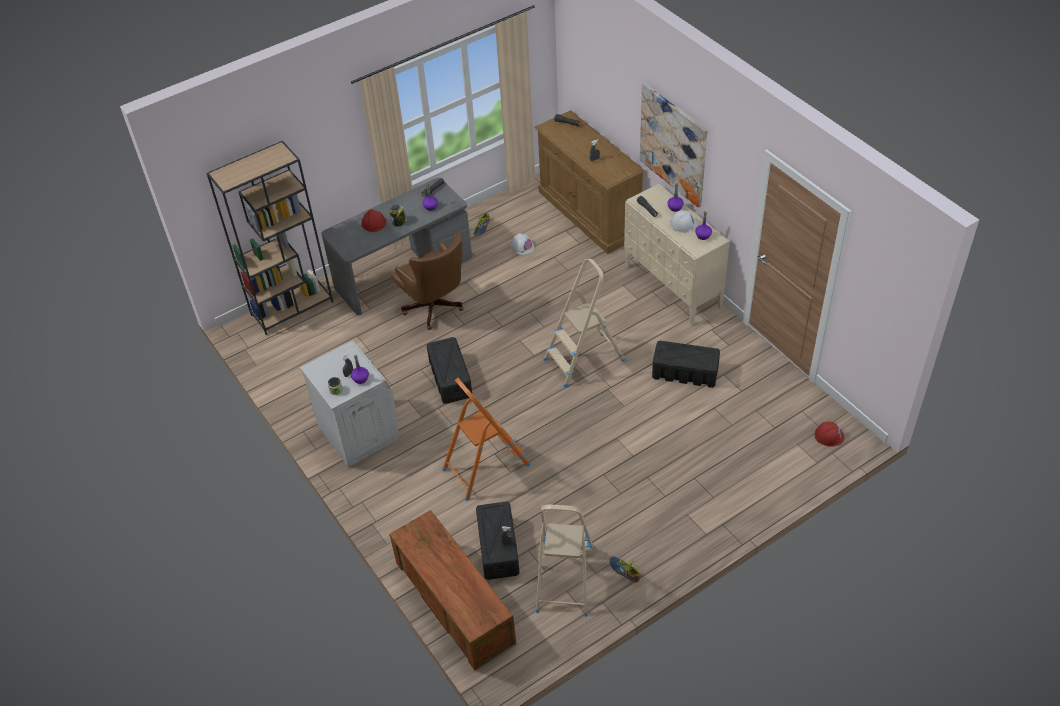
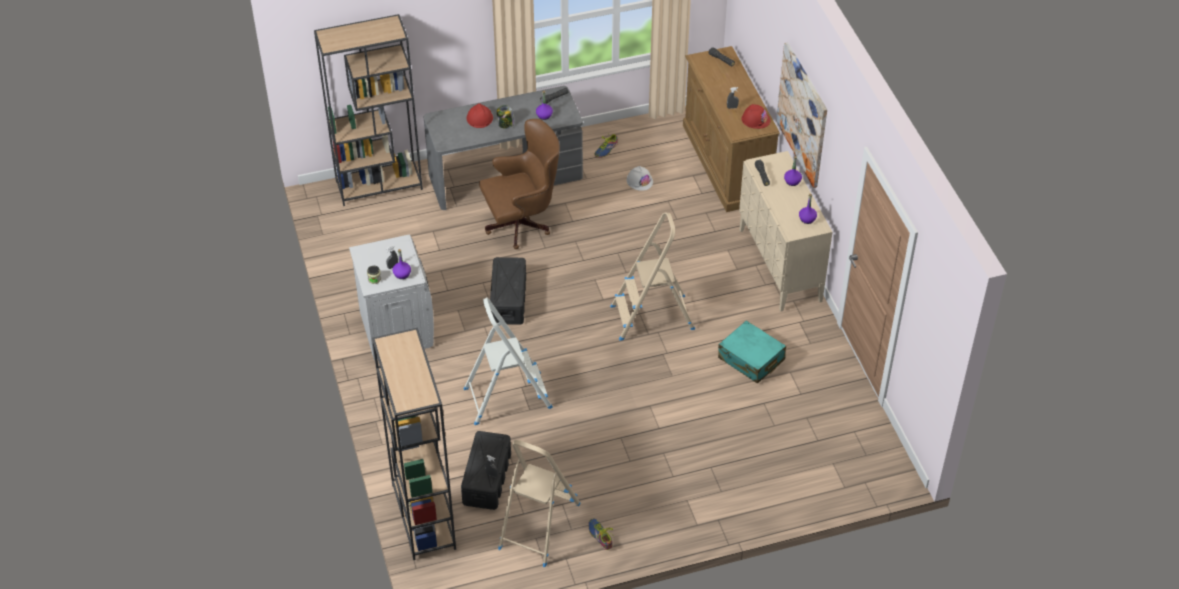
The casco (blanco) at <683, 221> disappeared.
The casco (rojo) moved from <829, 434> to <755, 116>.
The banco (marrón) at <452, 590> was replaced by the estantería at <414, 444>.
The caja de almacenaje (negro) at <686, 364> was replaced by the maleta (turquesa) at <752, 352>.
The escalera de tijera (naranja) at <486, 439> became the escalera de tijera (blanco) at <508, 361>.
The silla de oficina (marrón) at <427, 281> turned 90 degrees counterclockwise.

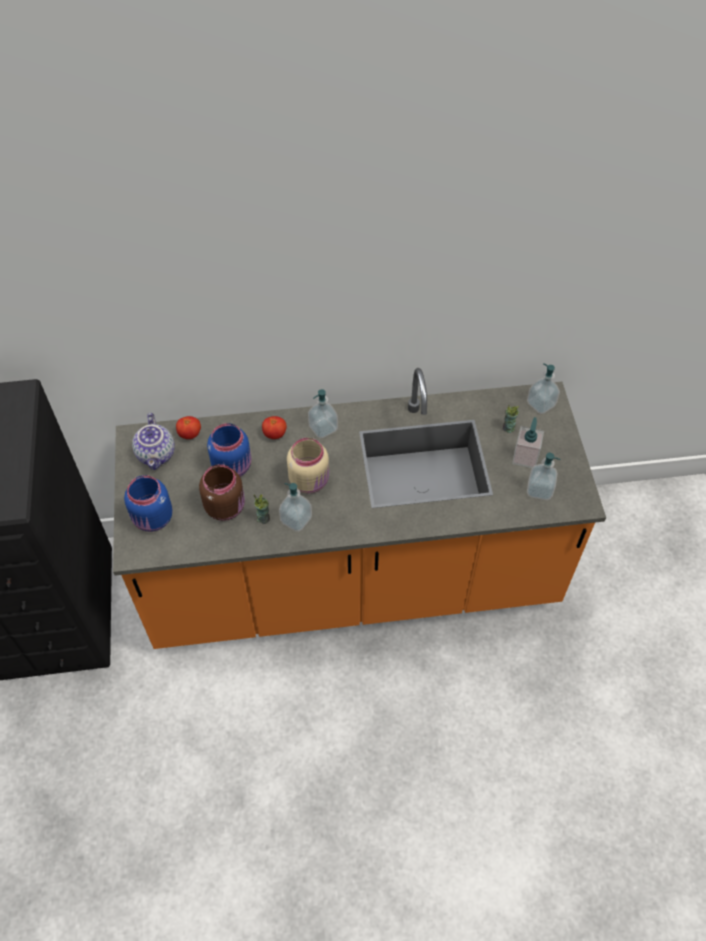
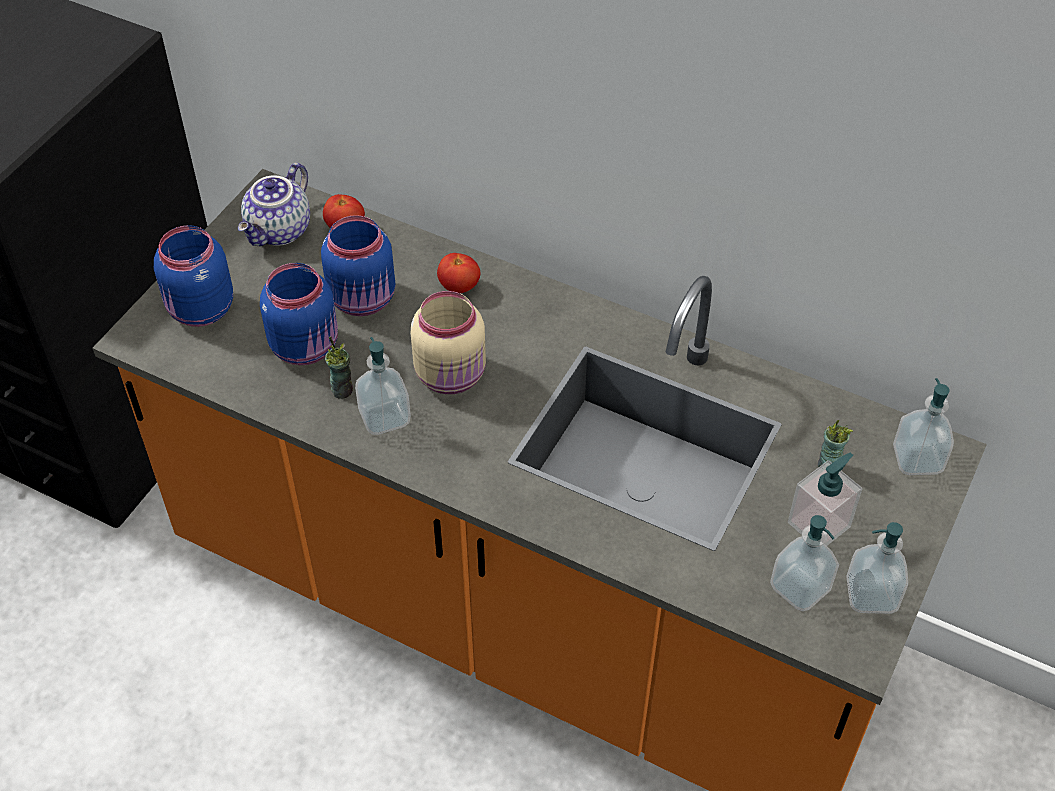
The dispensador de jabón moved from <323, 413> to <877, 568>.
The tarro (marrón) at <222, 492> became the tarro (azul) at <299, 314>.

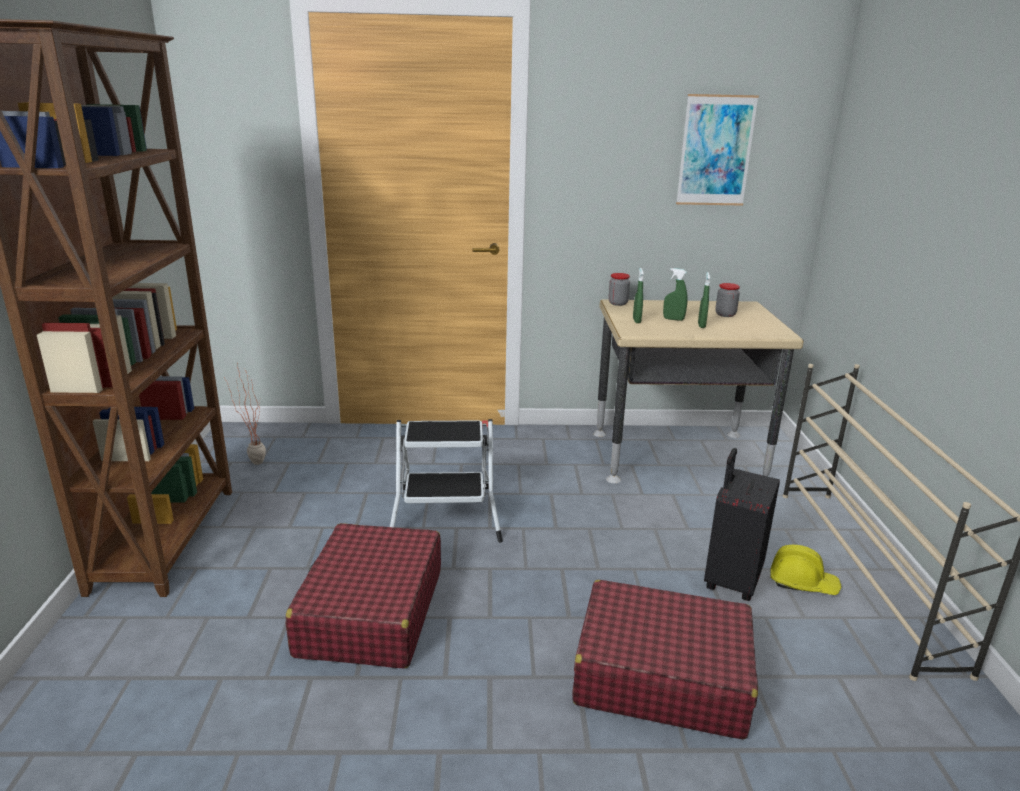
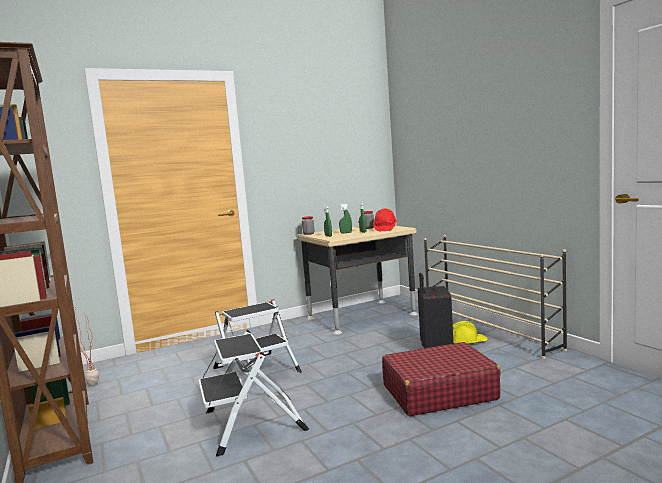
The cuadro at <717, 150> disappeared.
The casco (rojo) at <385, 220> appeared.
The maleta (rojo) at <363, 596> was replaced by the escalera de tijera at <254, 393>.

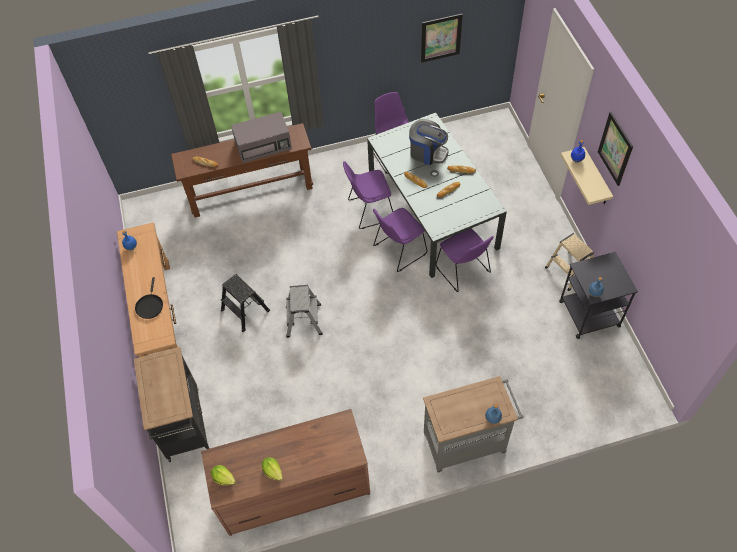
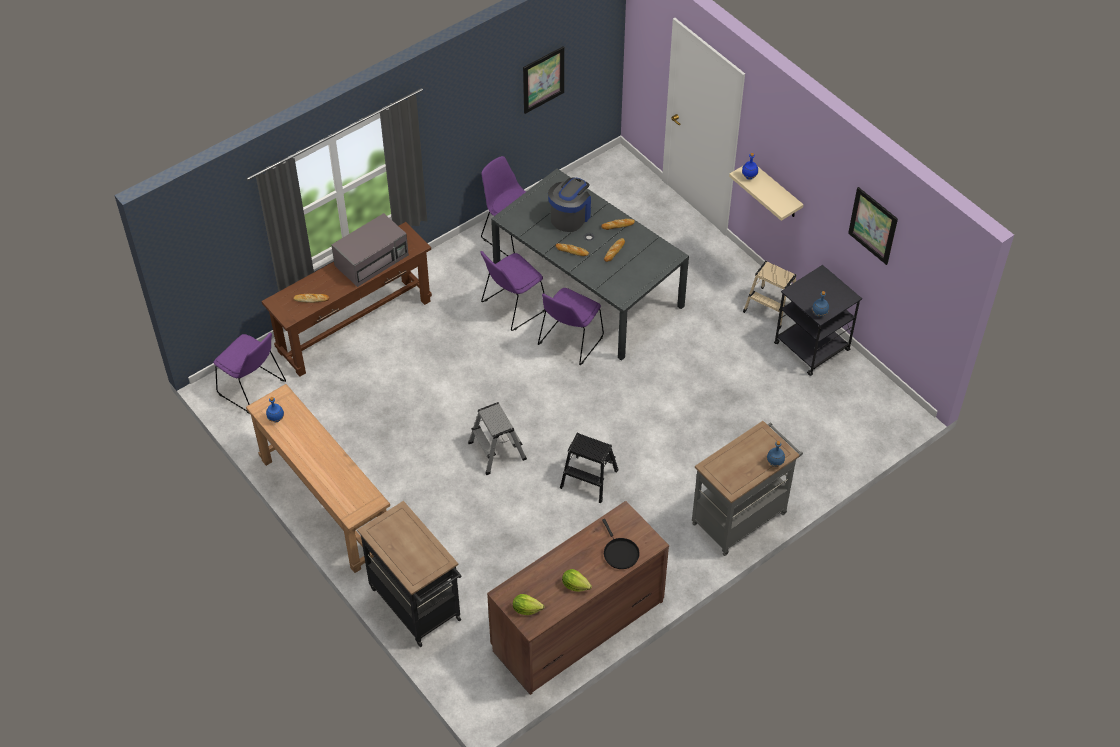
The sartén (negro) moved from <149, 298> to <621, 544>.
The escalera de tijera (negro) moved from <245, 303> to <589, 468>.
The silla (morado) moved from <465, 260> to <250, 373>.
The cuadro moved from <615, 149> to <873, 226>.
The cafetera at <429, 142> turned 60 degrees counterclockwise.

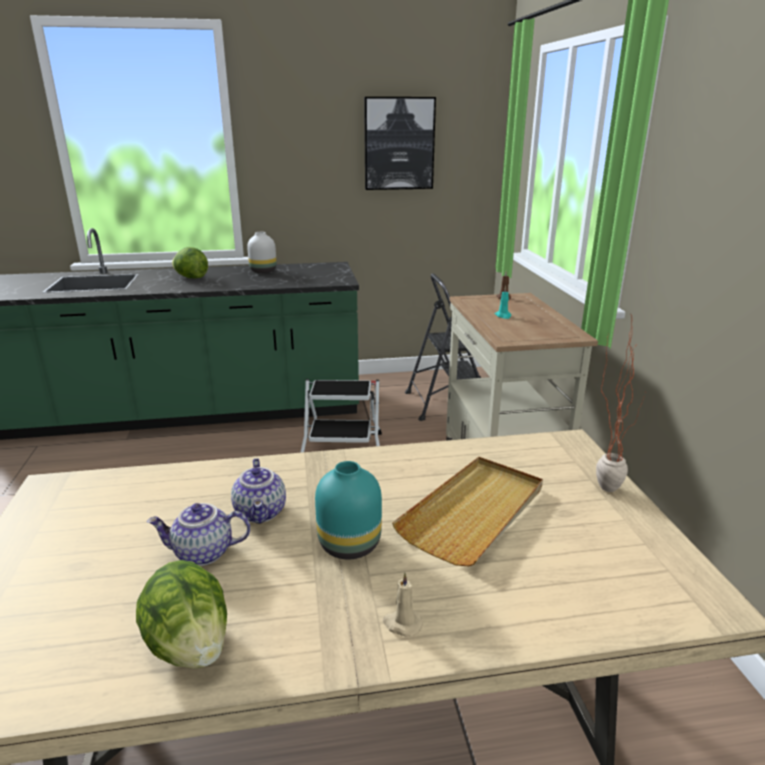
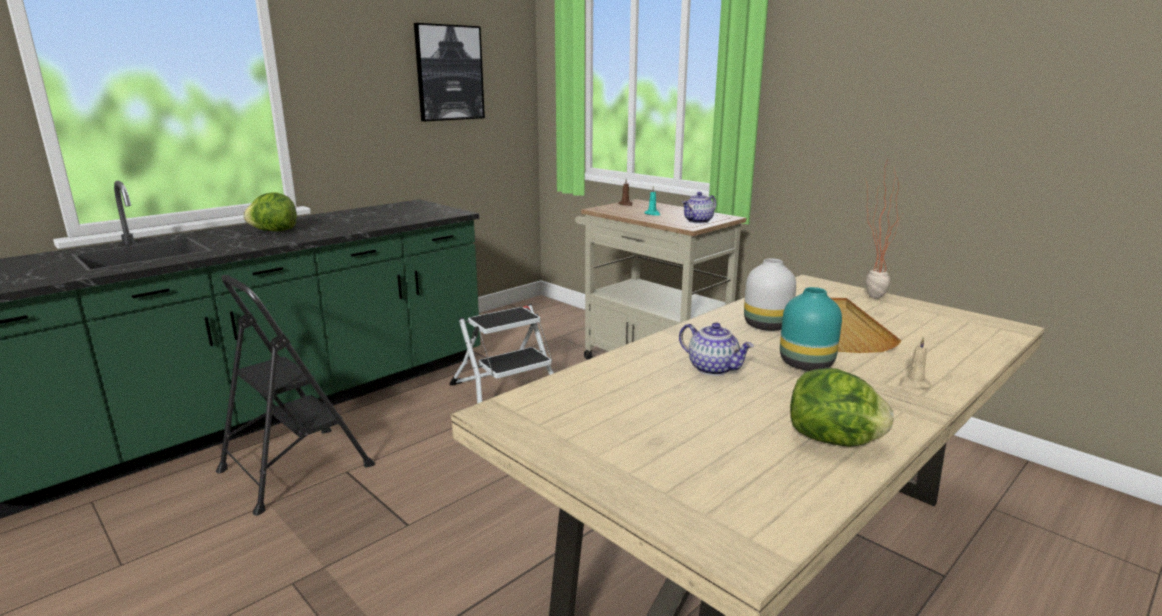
The tetera moved from <198, 534> to <699, 208>.
The florero (blanco) moved from <262, 252> to <770, 294>.
The escalera de tijera (negro) moved from <443, 347> to <295, 395>.

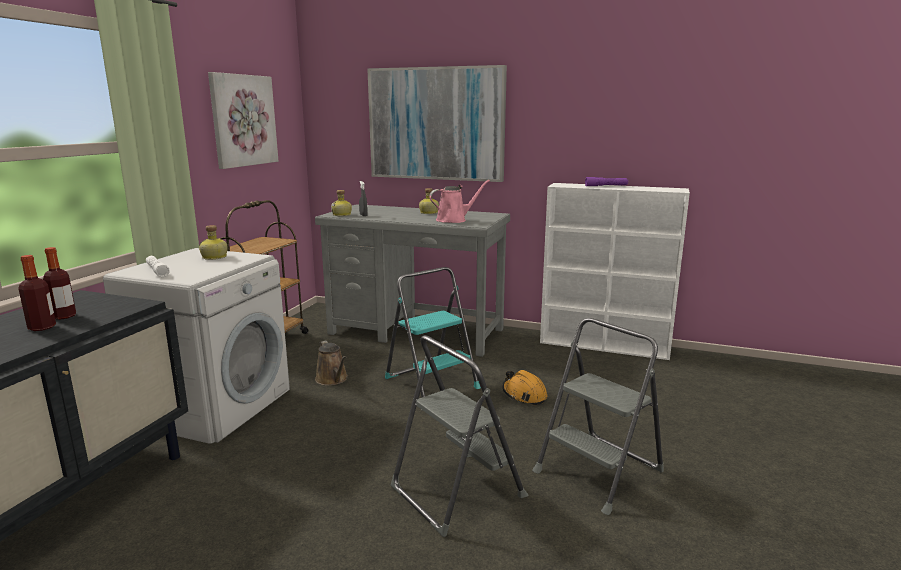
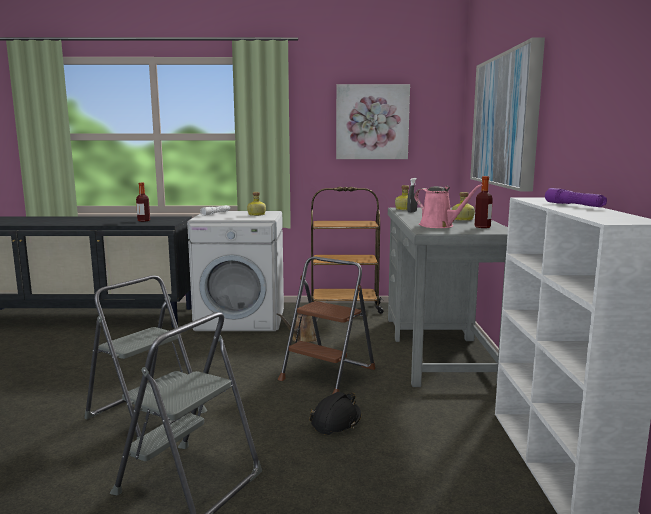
The botella moved from <37, 293> to <484, 202>.
The escalera de tijera (turquesa) at <433, 332> became the escalera de tijera (marrón) at <326, 325>.
The casco (naranja) at <525, 387> became the casco (negro) at <335, 413>.

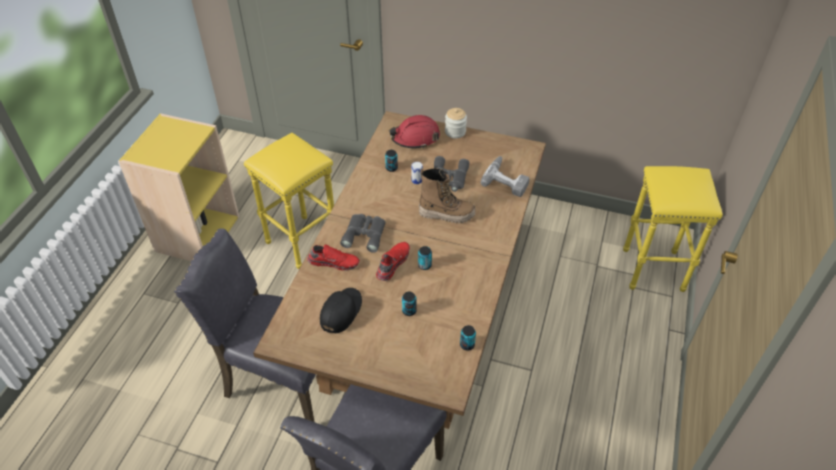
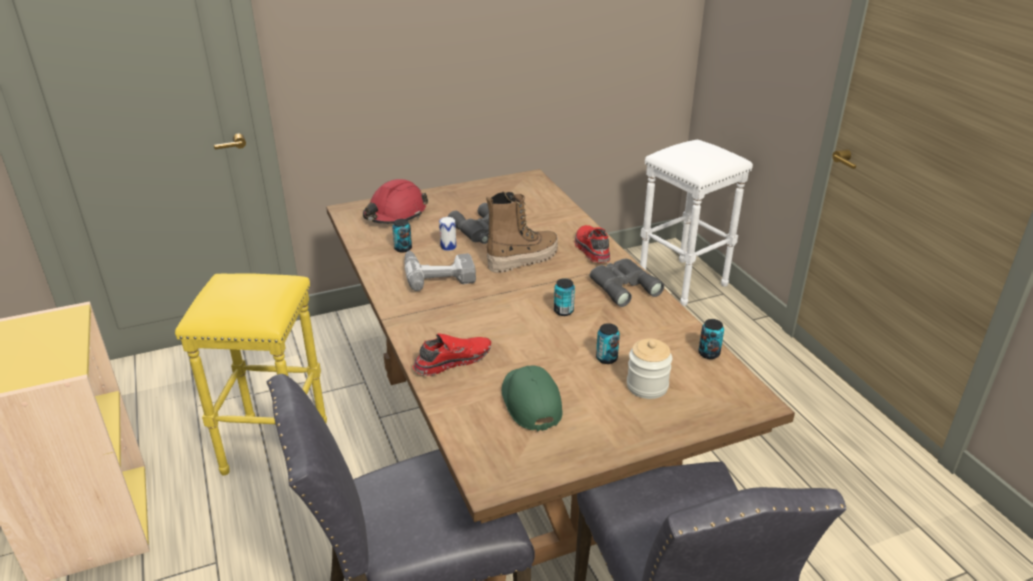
The prismáticos (gris) moved from <363, 233> to <627, 283>.
The zapato (rojo) moved from <393, 261> to <592, 244>.
The tarro moved from <456, 123> to <649, 369>.
The taladro moved from <505, 176> to <440, 271>.
The gorra (negro) at <341, 311> became the gorra (verde) at <532, 398>.
The taburete (amarillo) at <673, 229> became the taburete (blanco) at <696, 223>.

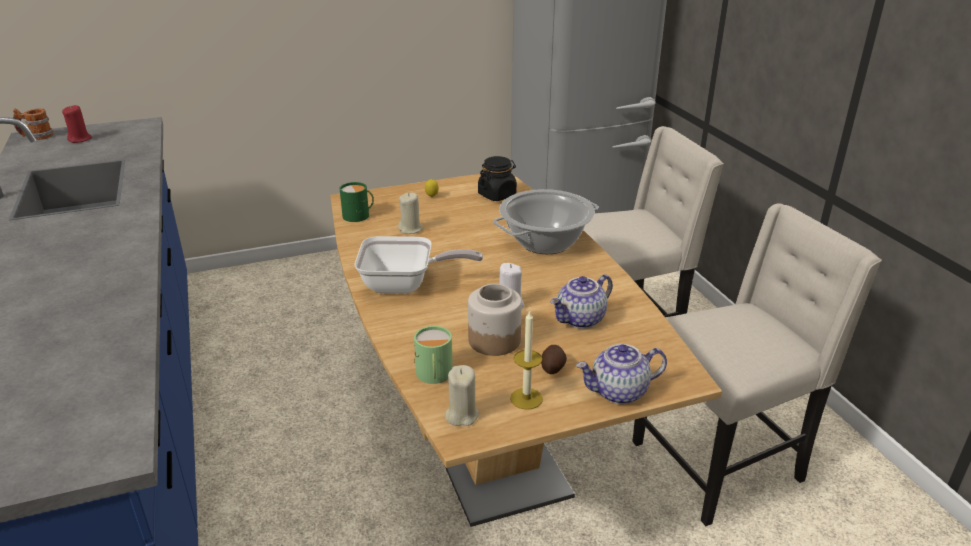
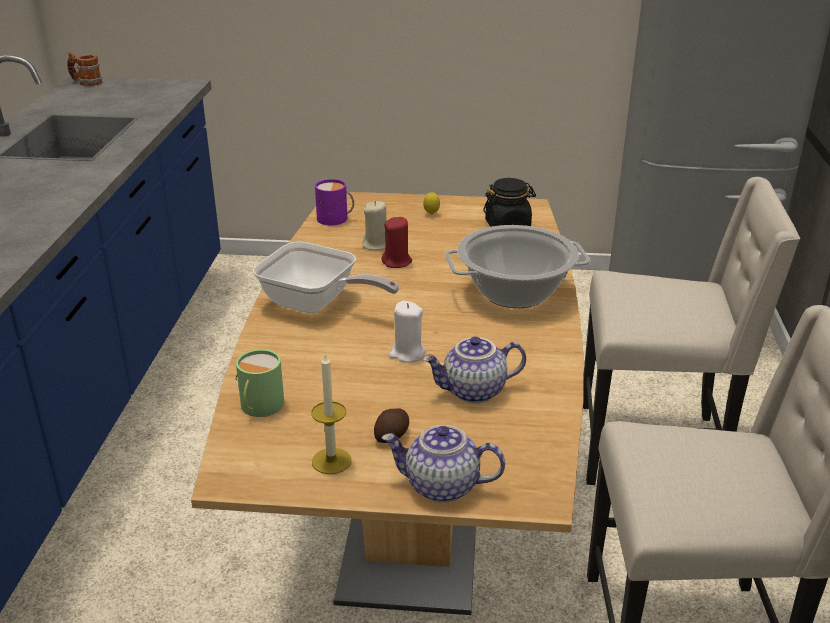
The vela (beis) at <462, 395> disappeared.
The tarro at <495, 320> disappeared.
The vela (rojo) moved from <77, 124> to <397, 242>.
The taza grande (verde) at <357, 202> became the taza grande (morado) at <334, 202>.

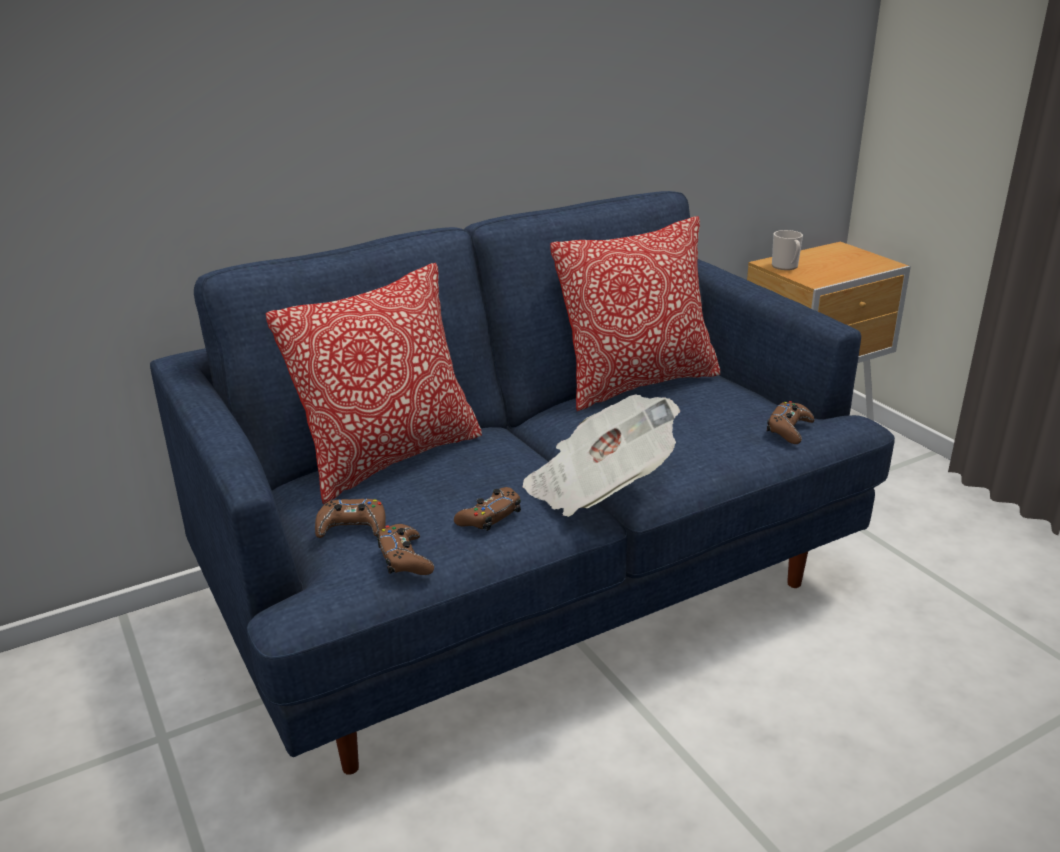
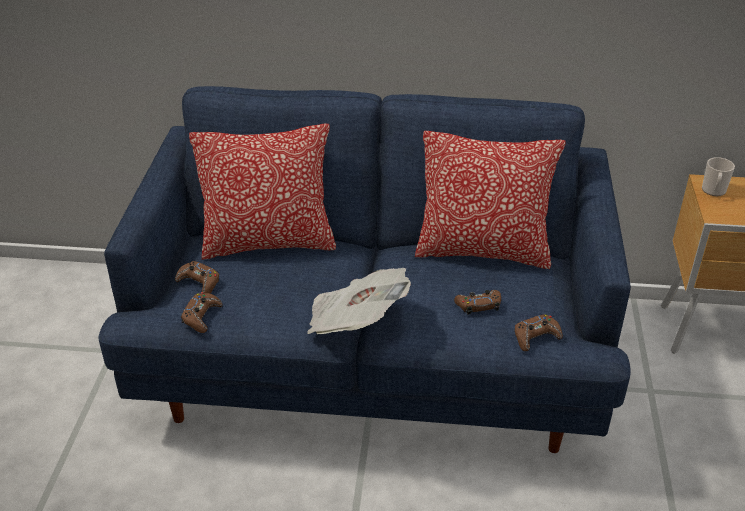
The mando de consola (marrón) moved from <487, 509> to <477, 302>.

